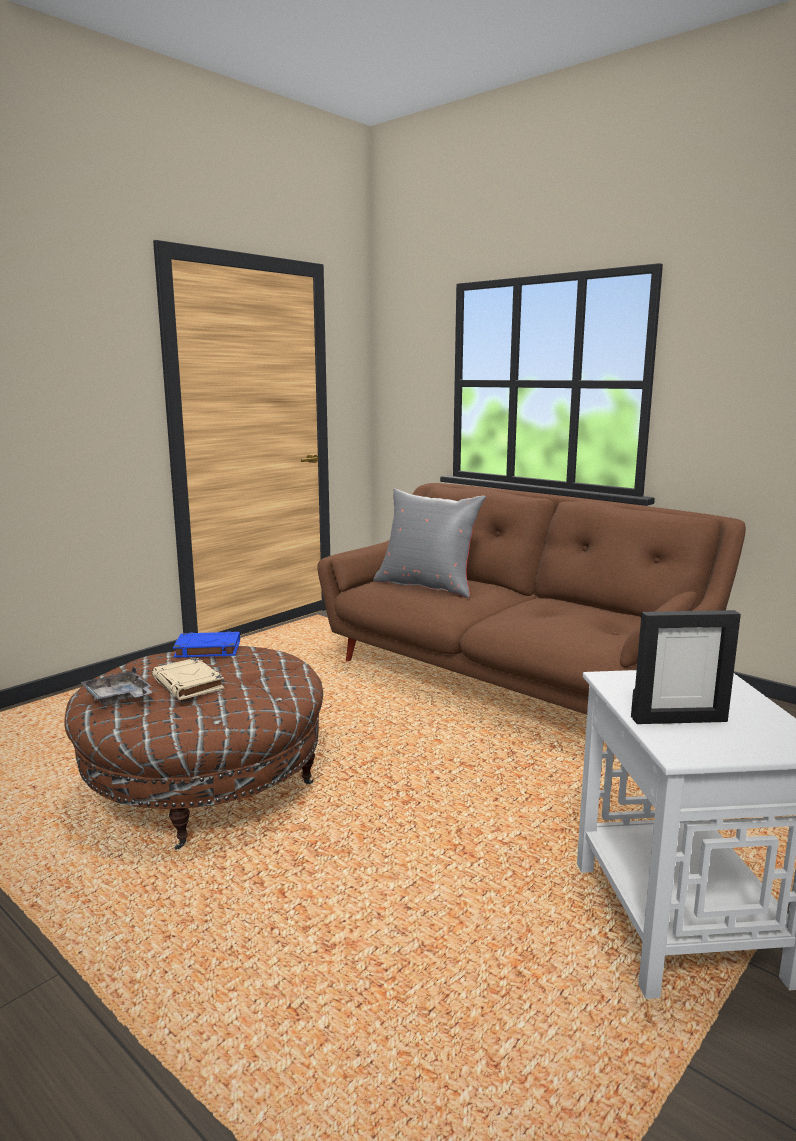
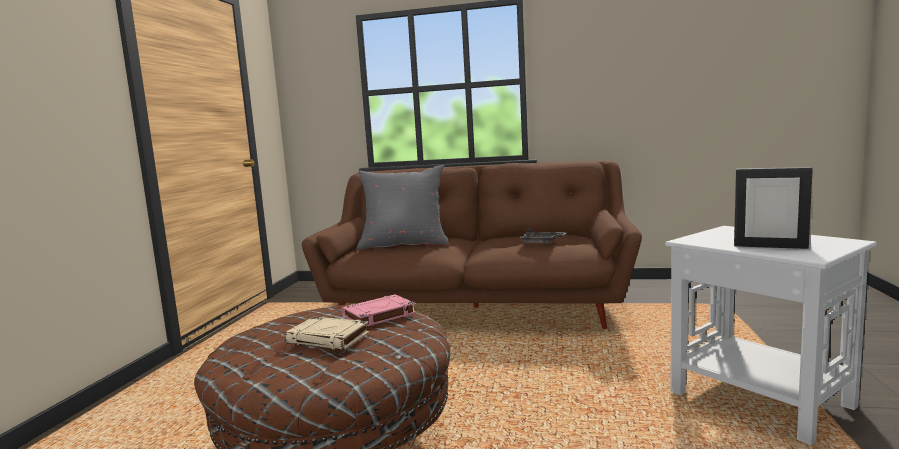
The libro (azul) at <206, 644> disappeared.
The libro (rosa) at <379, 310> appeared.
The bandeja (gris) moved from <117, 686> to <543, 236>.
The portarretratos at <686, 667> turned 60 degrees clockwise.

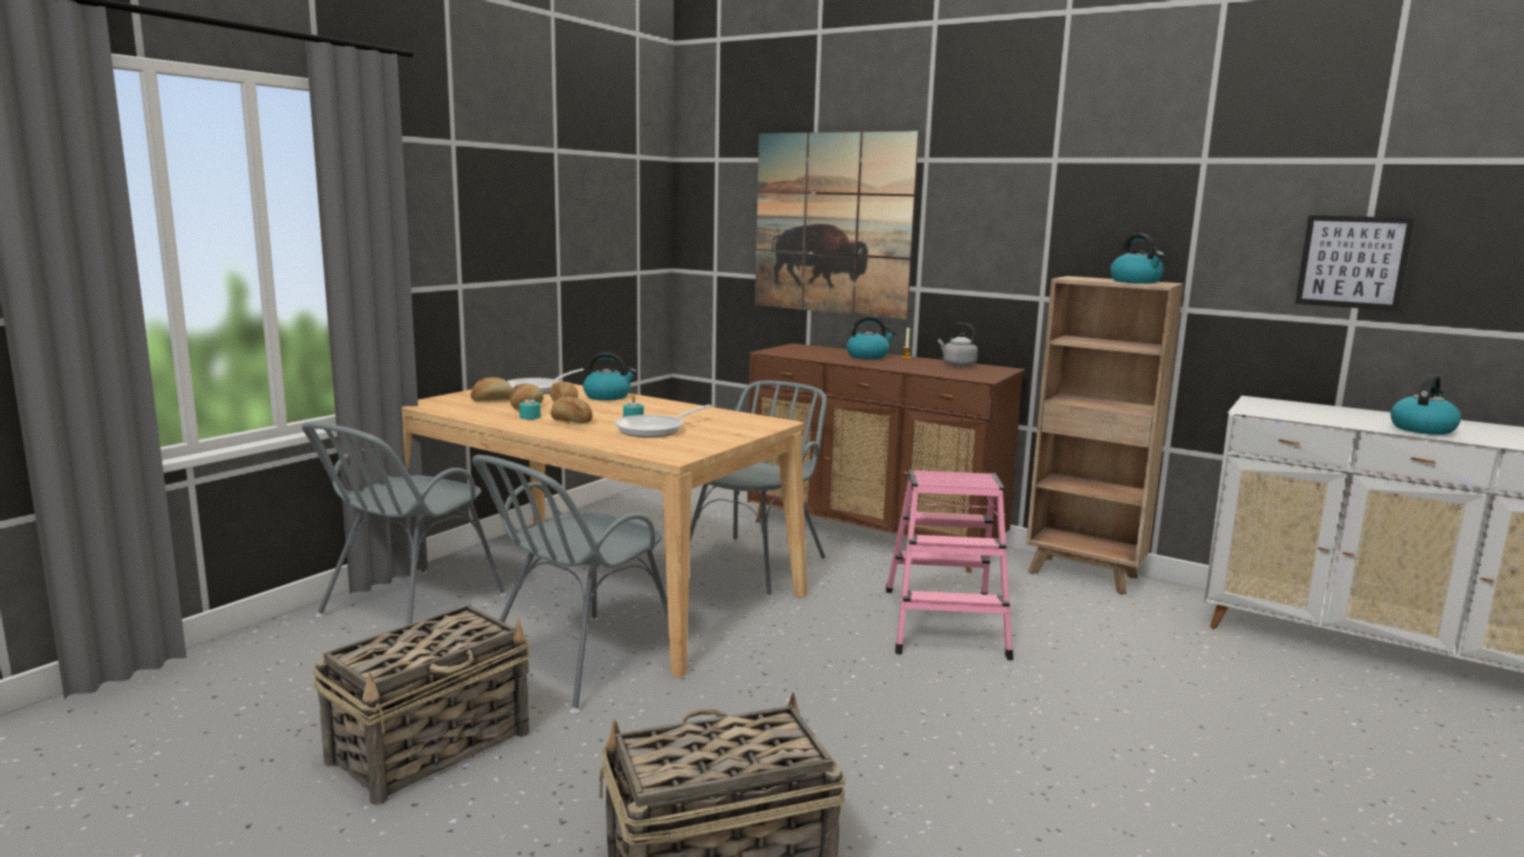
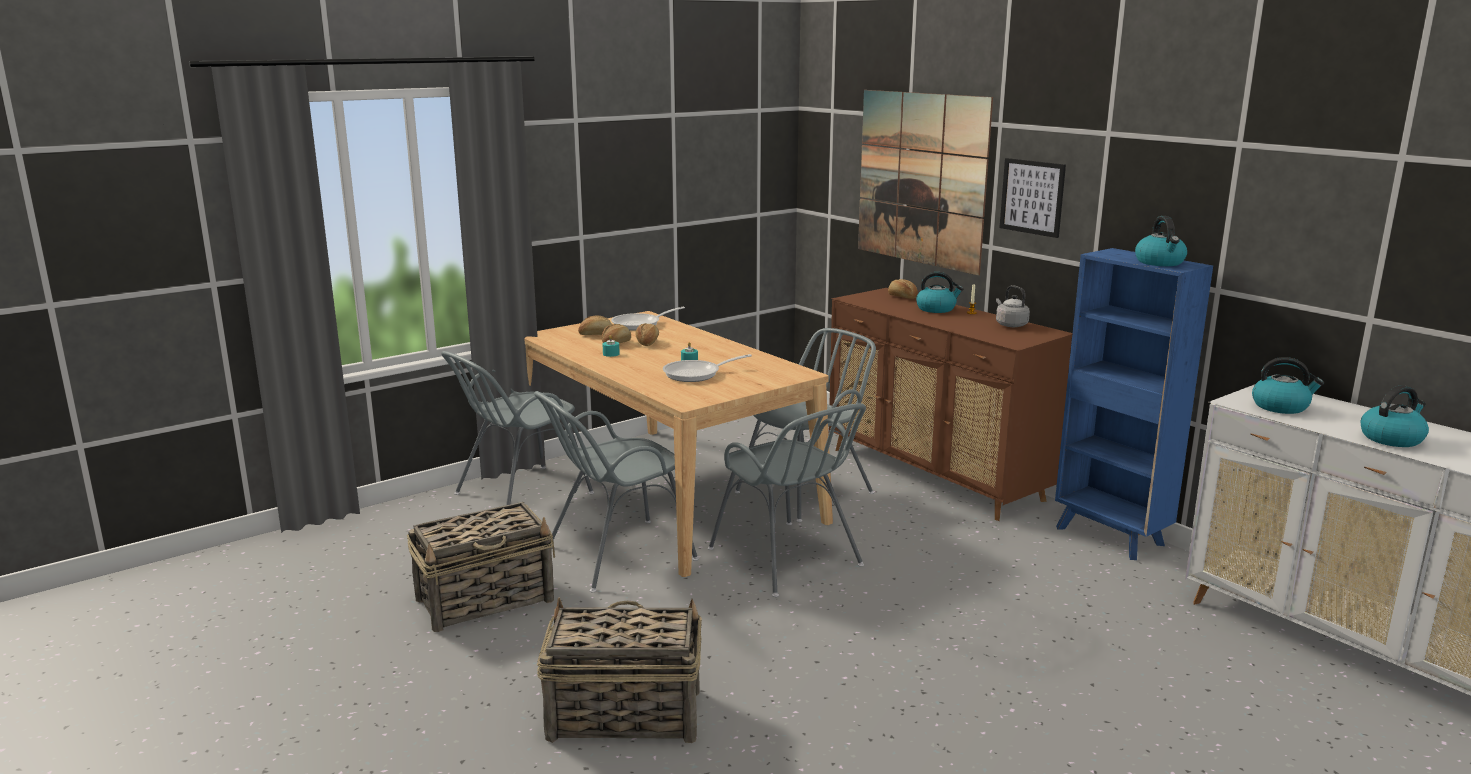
The escalera de tijera (rosa) at <949, 564> disappeared.
The silla (gris) at <787, 500> appeared.
The pan moved from <572, 410> to <903, 289>.
The hervidor moved from <610, 376> to <1288, 385>.
The cuadro moved from <1355, 263> to <1032, 198>.
The estantería (marrón) at <1105, 435> became the estantería (azul) at <1134, 404>.

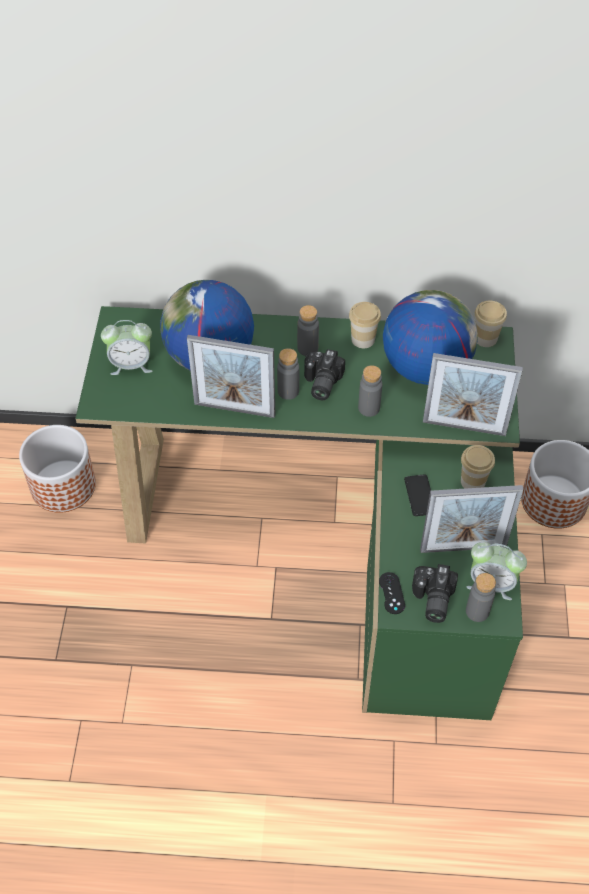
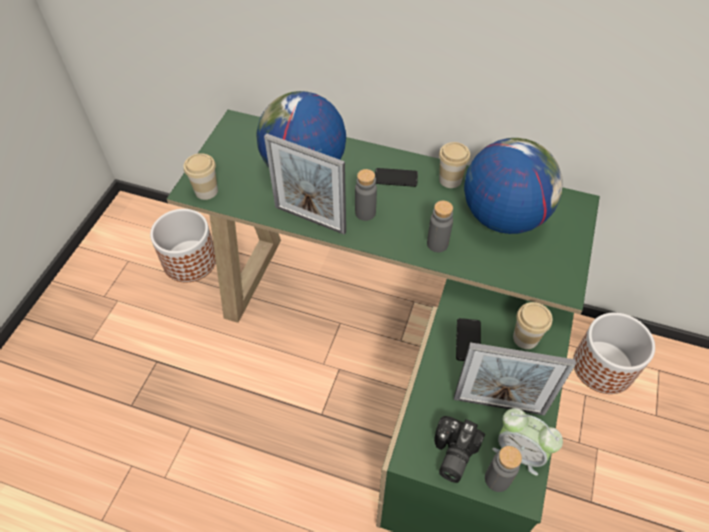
The despertador at <126, 347> disappeared.
The cámara at <324, 374> disappeared.
The mando de consola (negro) at <392, 593> disappeared.
The portarretratos at <473, 394> disappeared.
The taza moved from <491, 324> to <201, 176>.
The botella (gris) at <308, 330> was replaced by the móvil at <396, 177>.

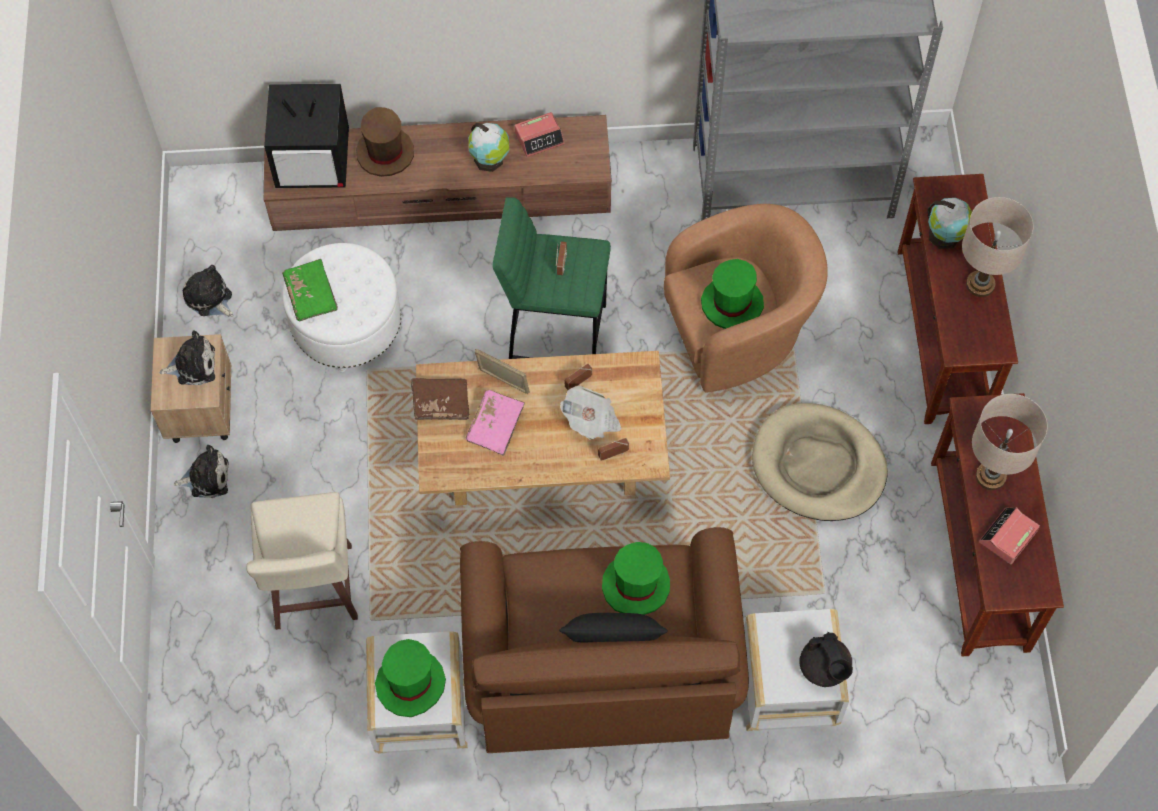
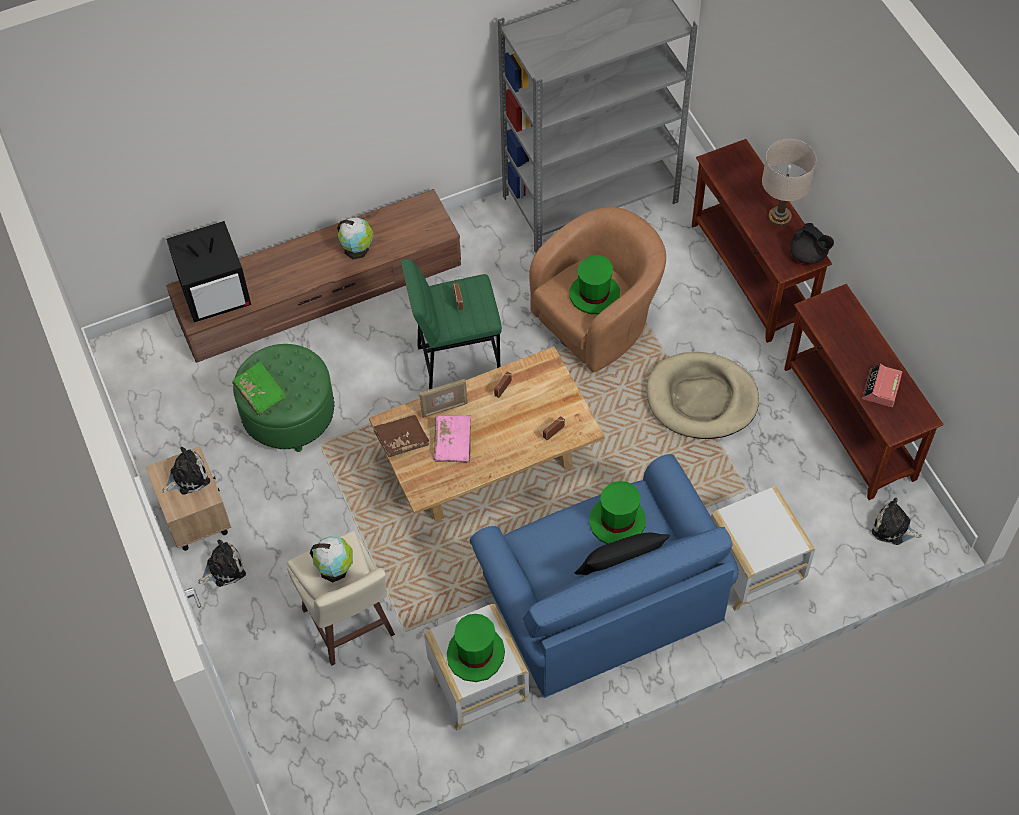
The sombrero (marrón) at <385, 142> disappeared.
The despertador at <540, 134> disappeared.
The periódico at <590, 413> disappeared.
The lámpara de mesa (beis) at <1010, 442> disappeared.
The peluche moved from <208, 291> to <897, 521>.
The tetera (negro) moved from <826, 659> to <812, 243>.
The globo terráqueo moved from <950, 223> to <331, 559>.
The puf (blanco) at <341, 307> became the puf (verde) at <283, 398>.
The sofá (marrón) at <604, 640> became the sofá (azul) at <604, 576>.
The portarretratos at <502, 371> turned 150 degrees clockwise.

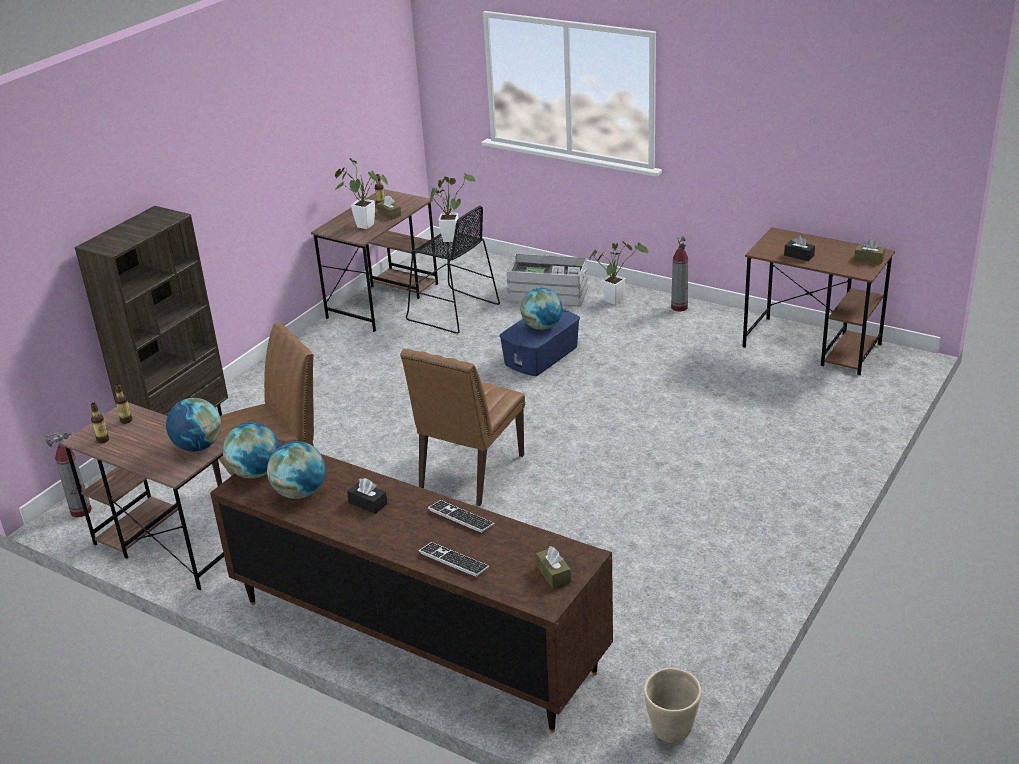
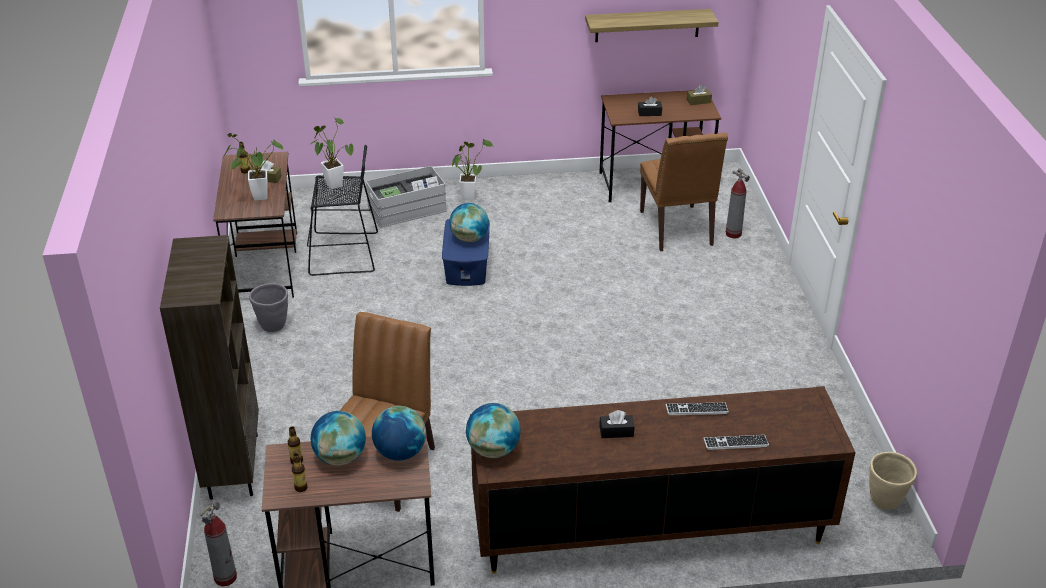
The caja de pañuelos (marrón) at <553, 567> disappeared.
The maceta (gris) at <268, 307> appeared.
The estante at <652, 25> appeared.
The globo terráqueo moved from <296, 470> to <338, 438>.
The silla (marrón) moved from <462, 427> to <684, 192>.
The extintor moved from <679, 273> to <738, 203>.

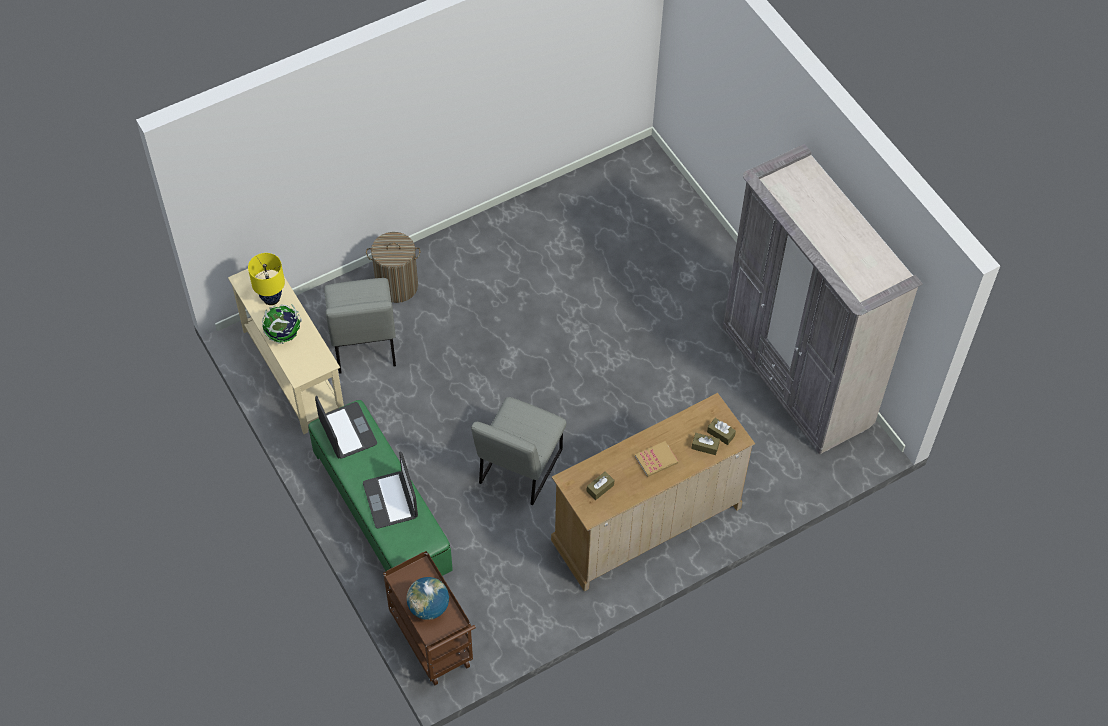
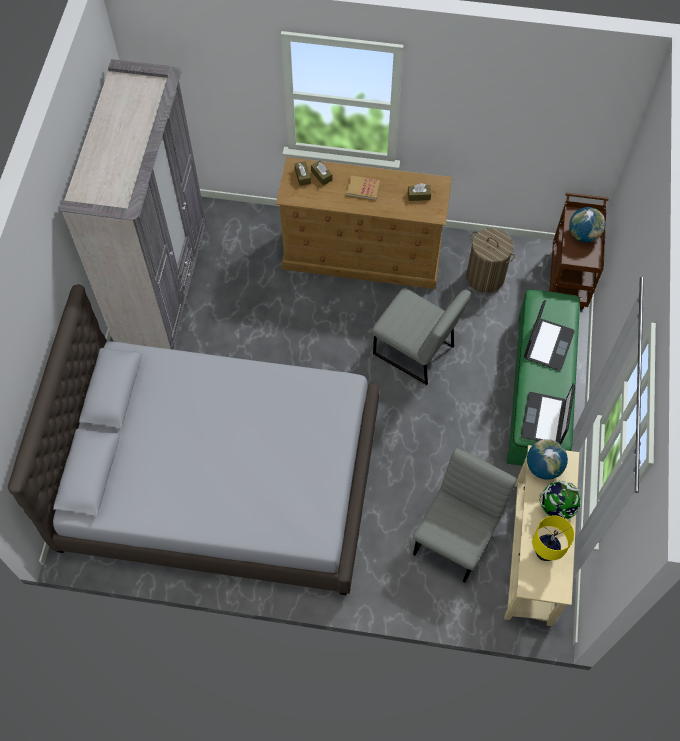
The cama (gris) at <193, 439> appeared.
The globo terráqueo at <547, 459> appeared.
The cesto de la ropa moved from <393, 267> to <490, 260>.
The silla (gris) at <518, 451> turned 60 degrees clockwise.

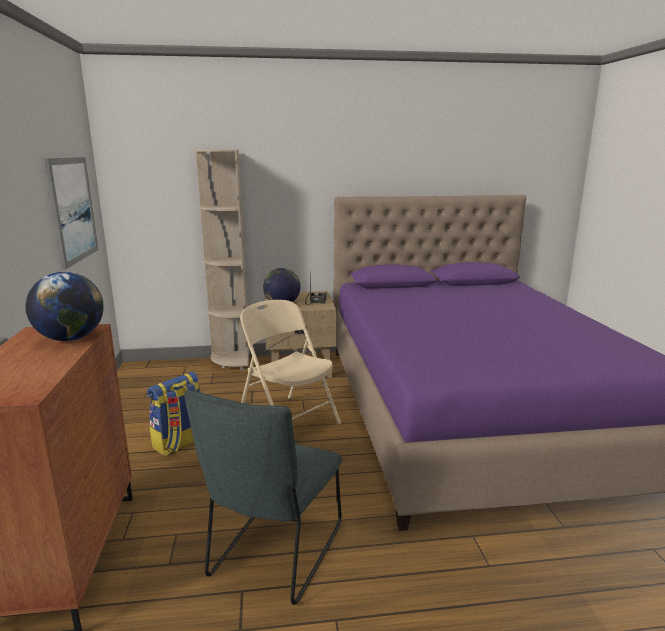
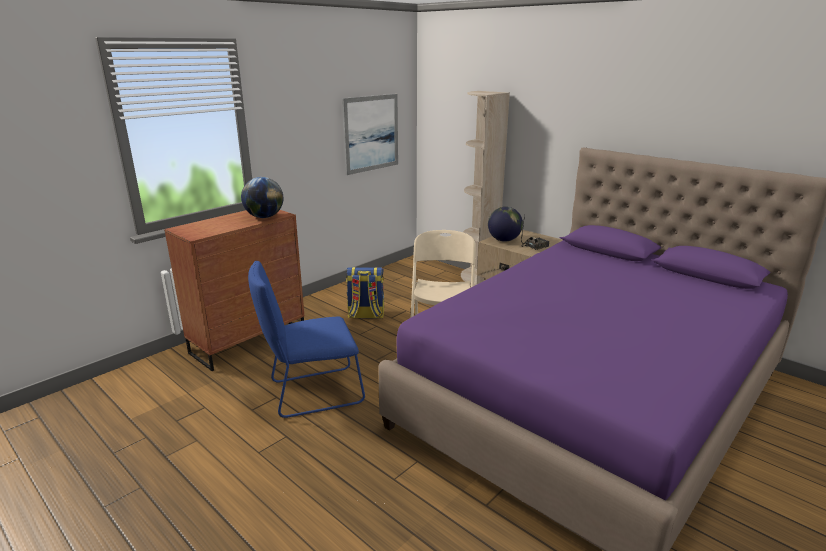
The silla (gris) at <263, 497> became the silla (azul) at <306, 339>.

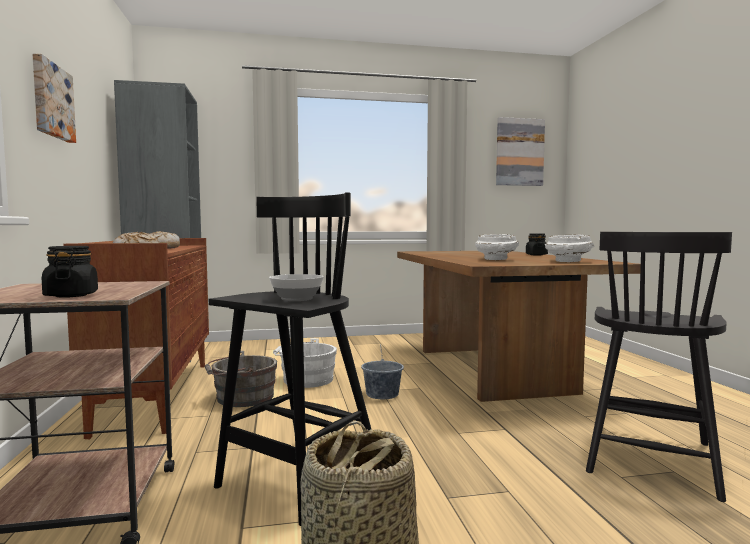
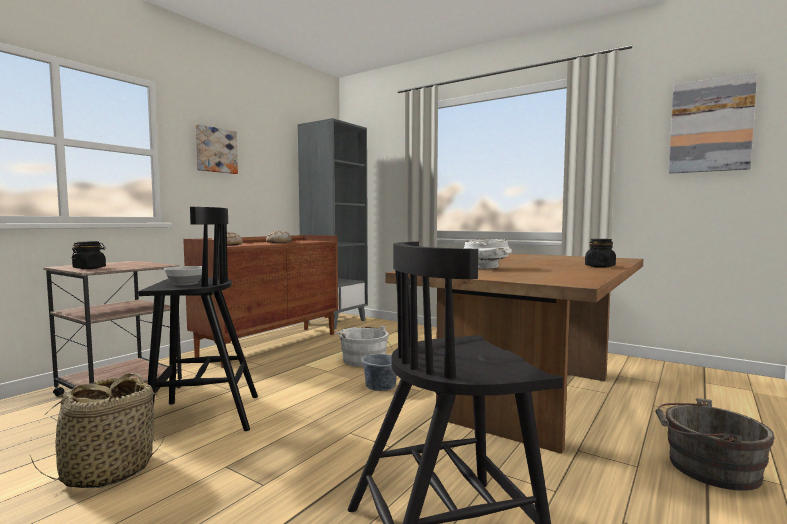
The cuenco (blanco) at <569, 248> disappeared.
The cubo (gris) moved from <241, 379> to <714, 444>.

